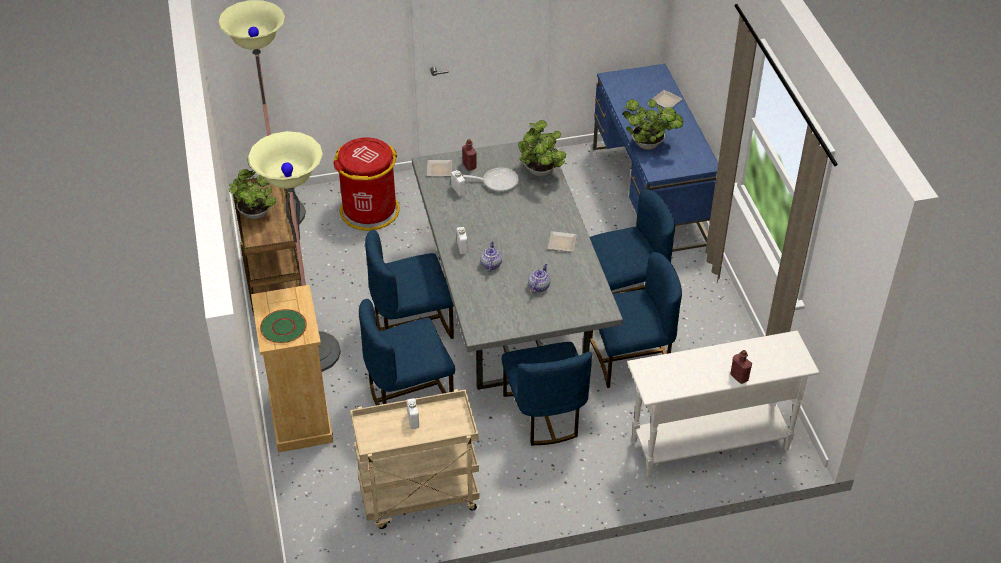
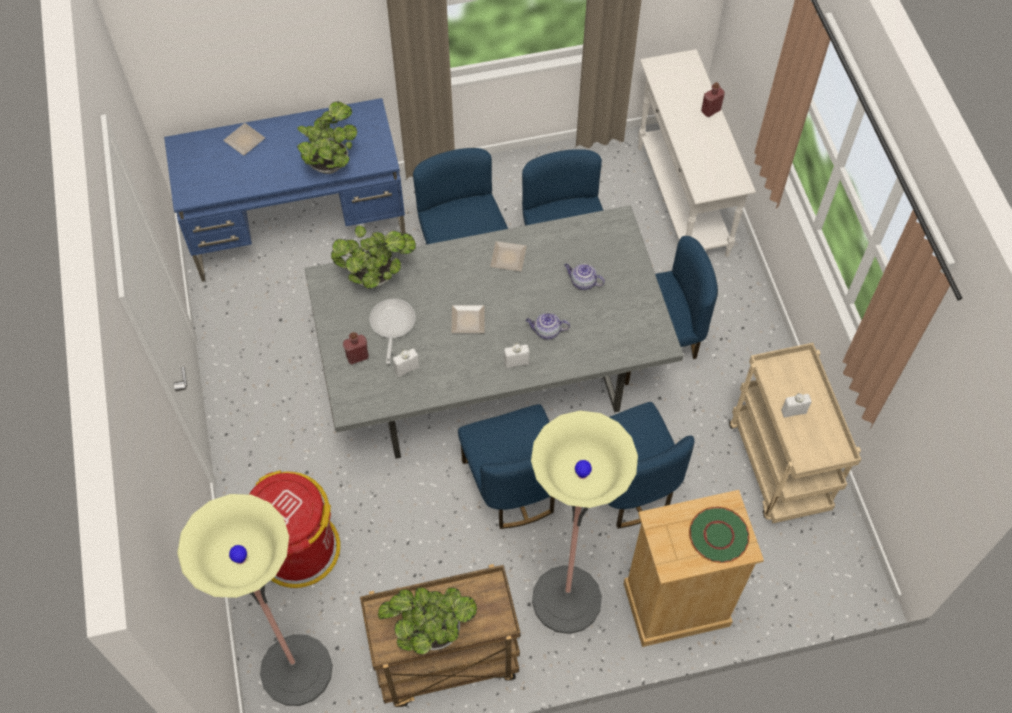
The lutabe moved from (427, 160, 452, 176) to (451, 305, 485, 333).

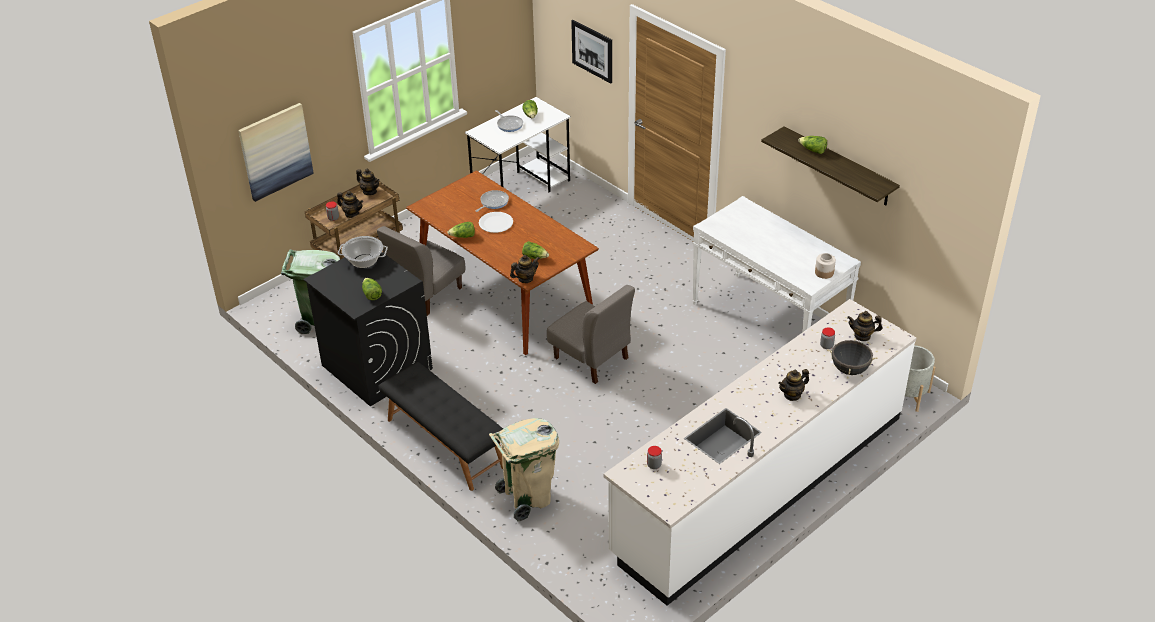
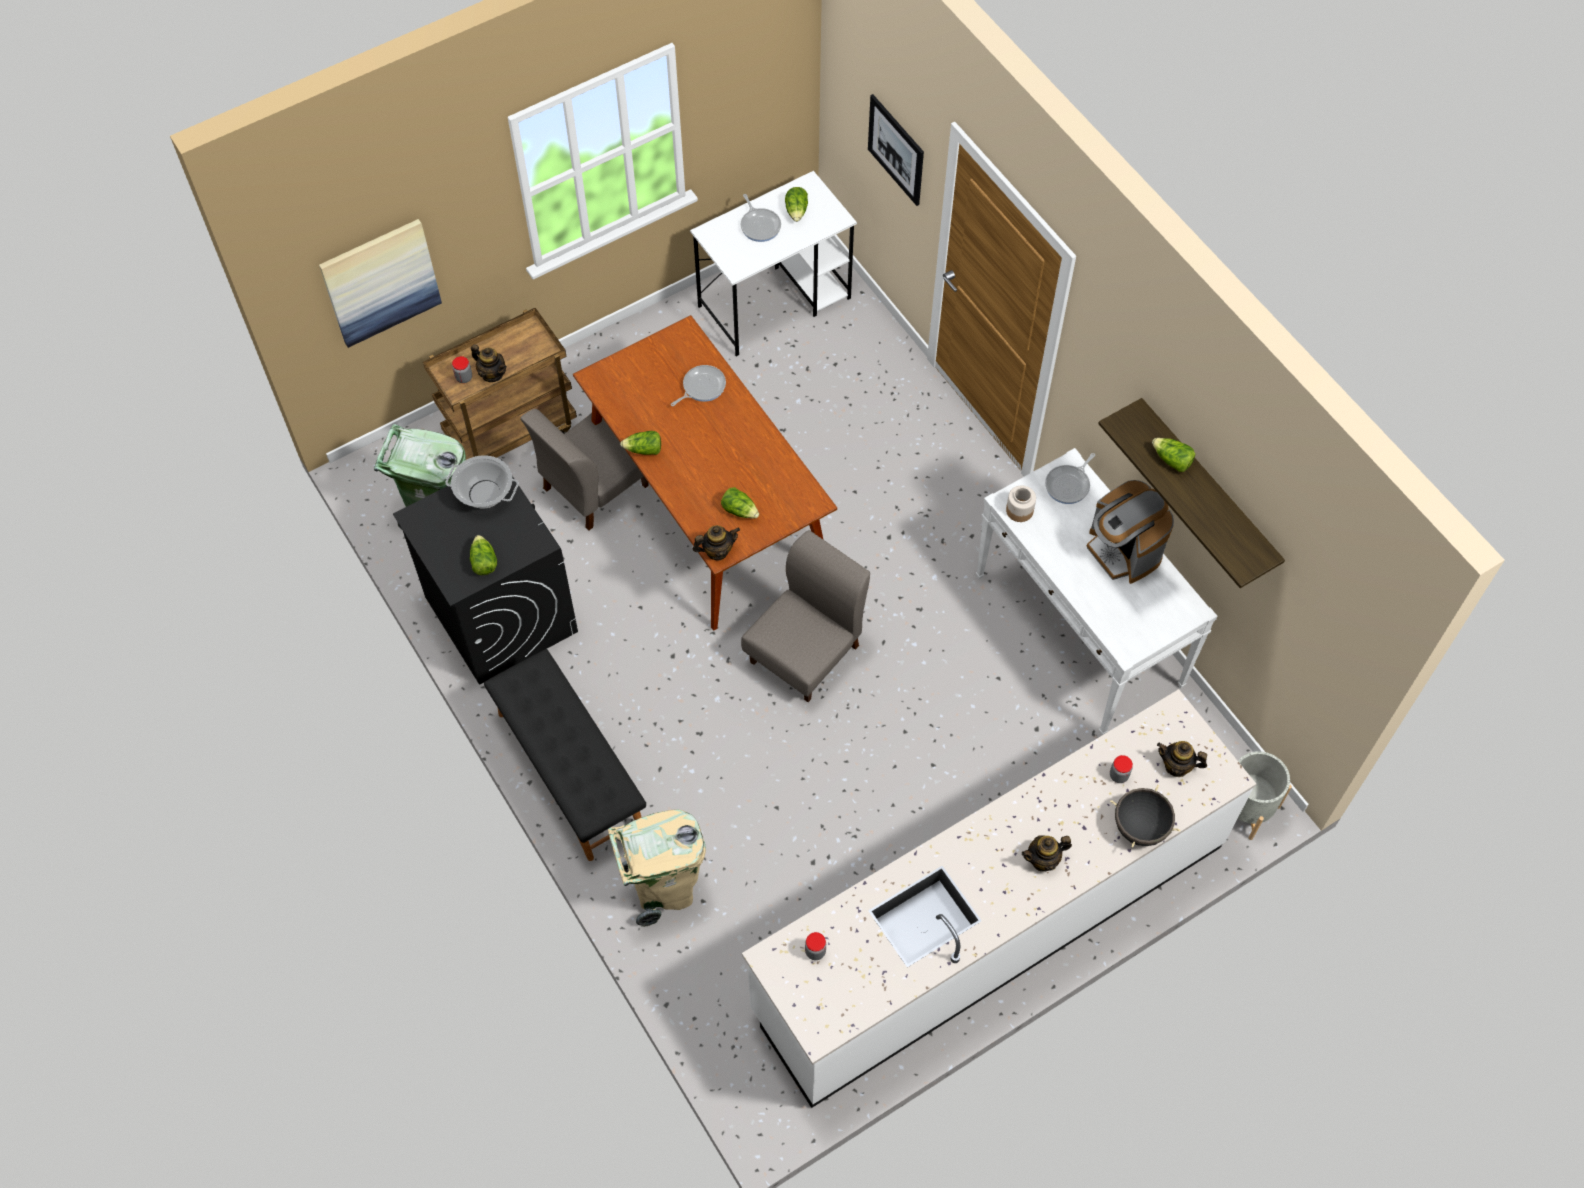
The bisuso at (356, 169, 380, 195) disappeared. The white_lutabe at (479, 212, 513, 233) disappeared. The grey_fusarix at (547, 285, 635, 384) turned 105 degrees counterclockwise. The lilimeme moved from (815, 253, 836, 279) to (1006, 486, 1036, 522). The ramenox at (1045, 453, 1095, 504) appeared. The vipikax at (1087, 480, 1174, 584) appeared.

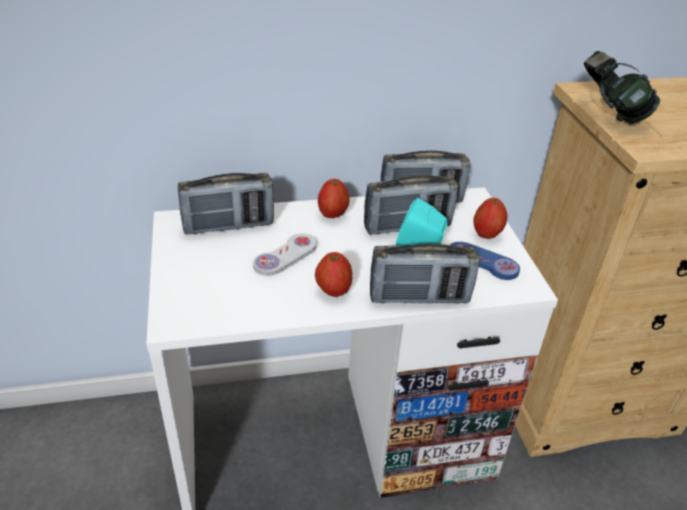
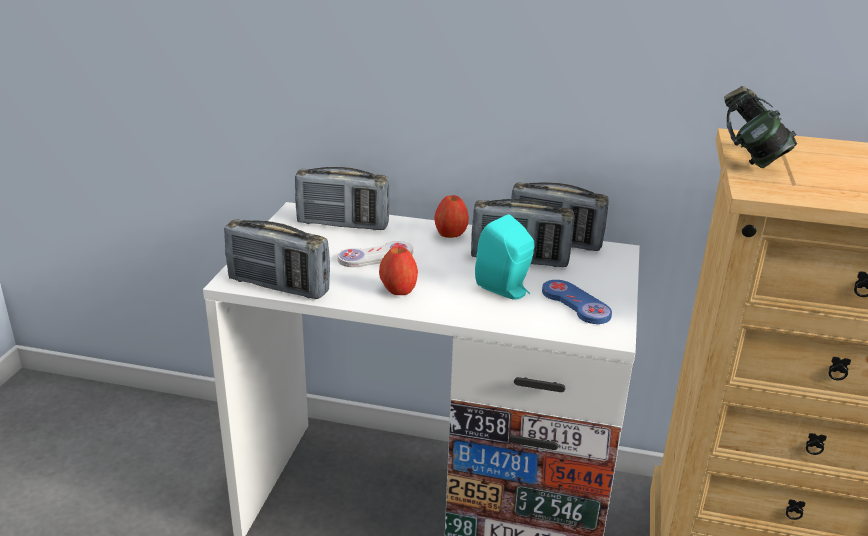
The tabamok moved from (370, 244, 480, 304) to (224, 219, 330, 299). The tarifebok at (473, 198, 508, 239) disappeared.

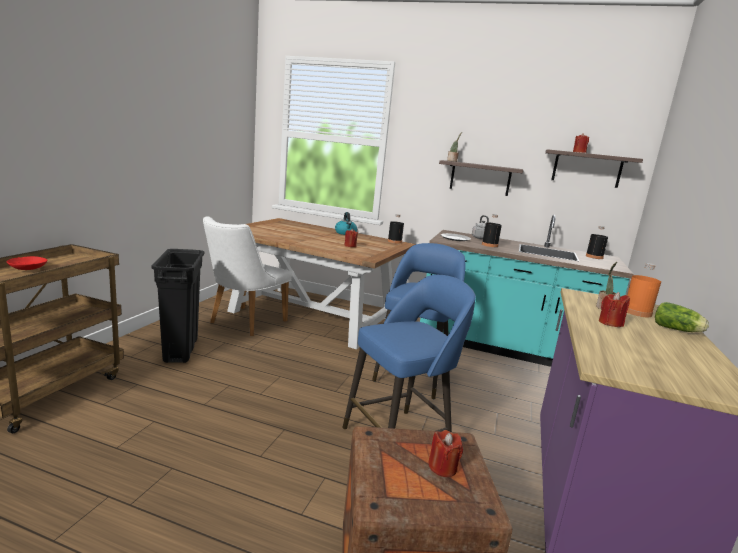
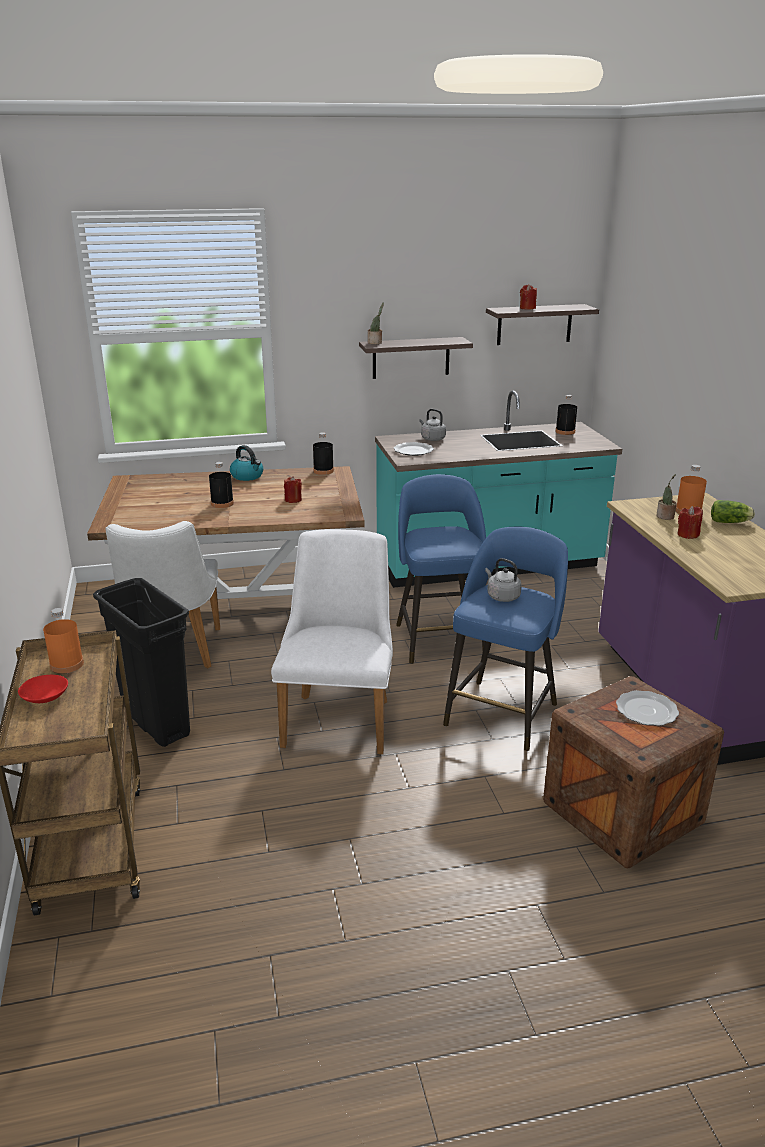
The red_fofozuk at (428, 430, 463, 477) was replaced by the lutabe at (616, 690, 679, 726). The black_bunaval moved from (482, 214, 502, 247) to (209, 462, 234, 508). The orange_bunaval at (43, 608, 84, 674) appeared. The white_fusarix at (271, 529, 393, 754) appeared. The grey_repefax at (485, 558, 522, 602) appeared.

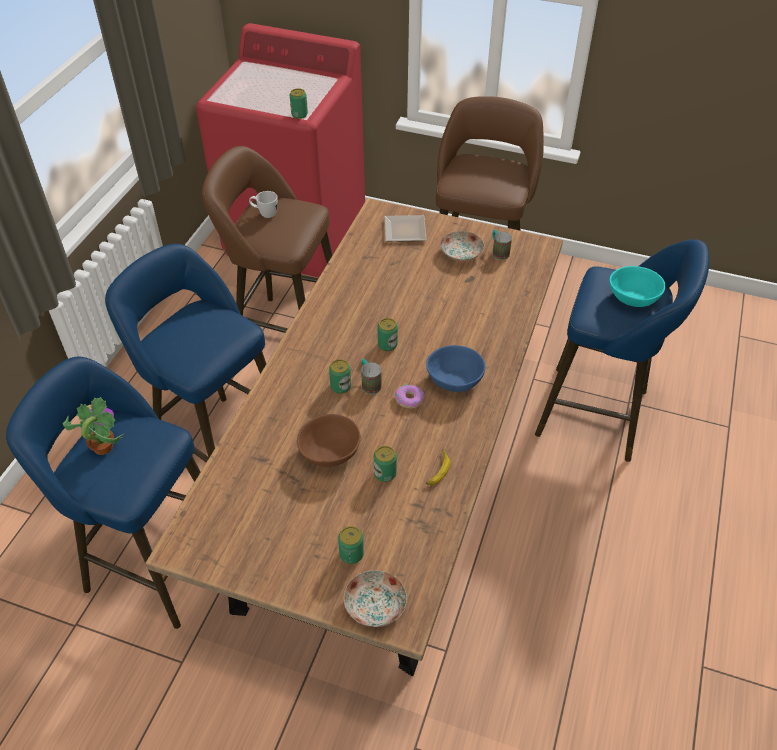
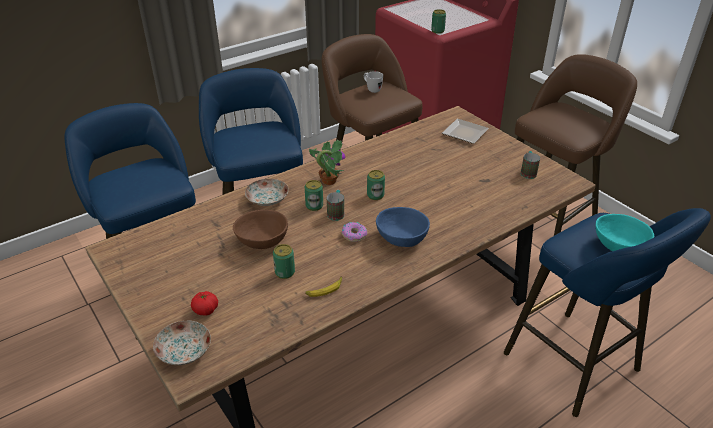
The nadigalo moved from (63, 397, 125, 455) to (309, 140, 345, 185). The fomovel at (338, 526, 364, 564) was replaced by the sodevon at (191, 291, 218, 316). The lutabe moved from (441, 231, 484, 261) to (245, 179, 288, 206).

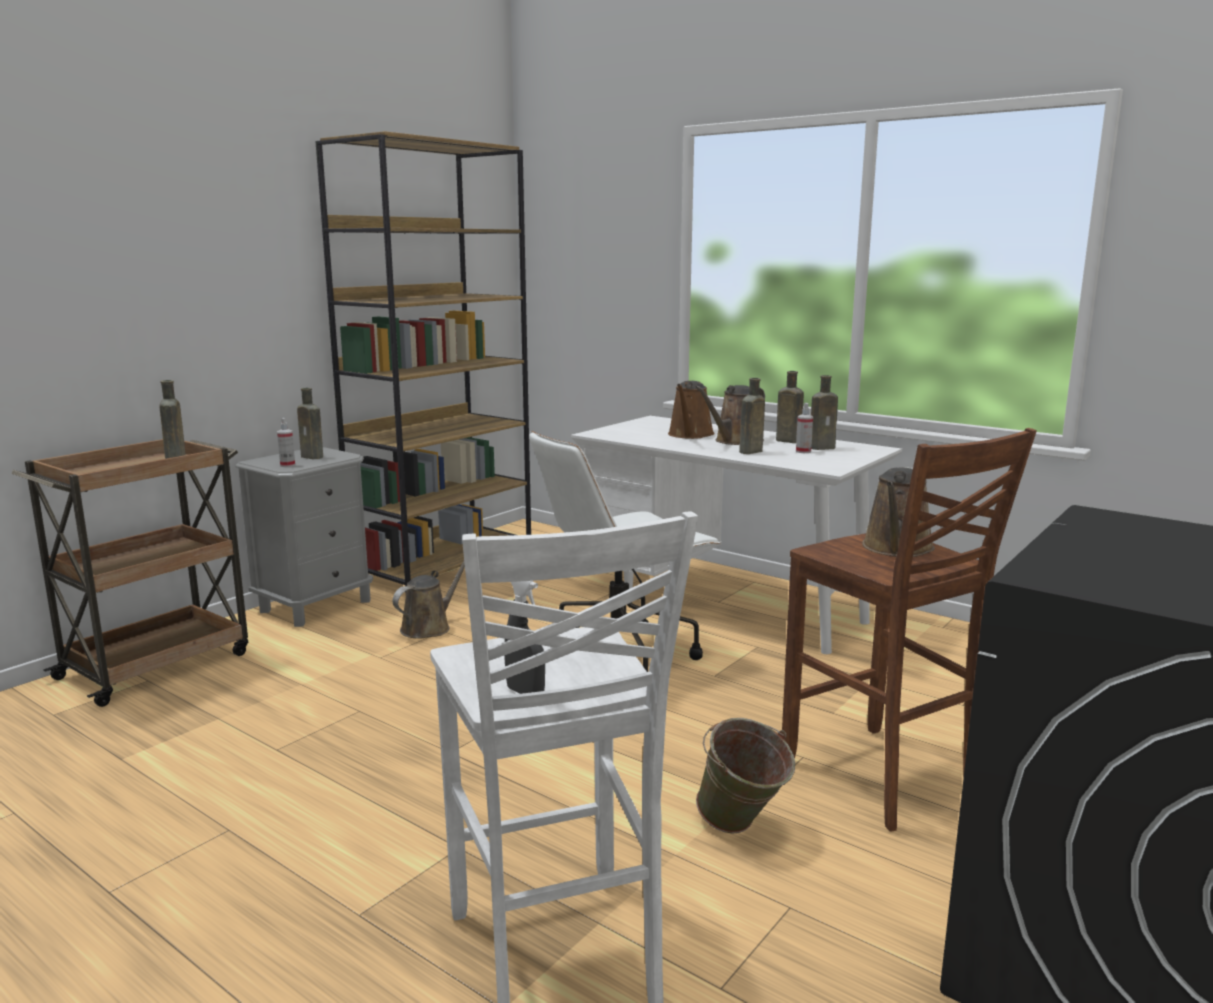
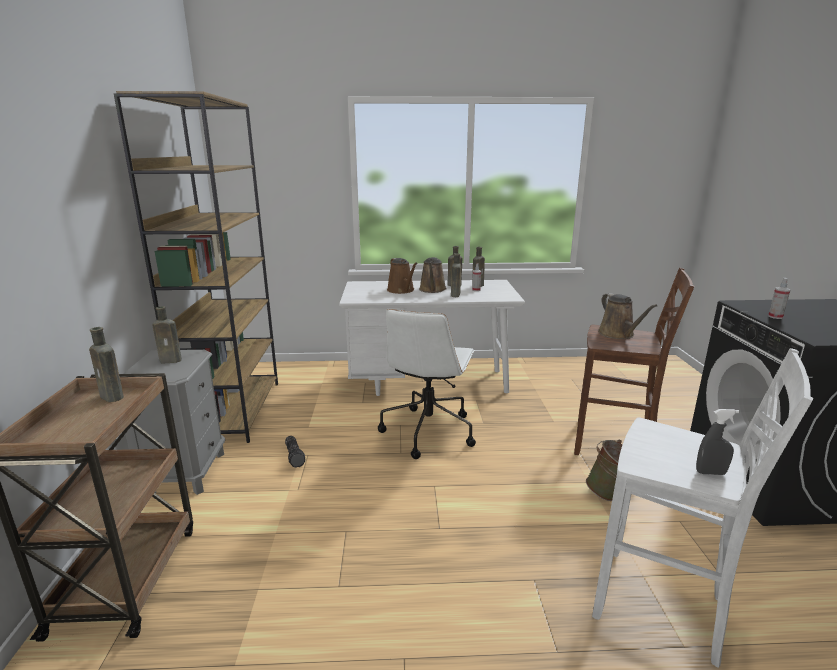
The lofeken moved from (277, 418, 295, 467) to (768, 278, 790, 319). The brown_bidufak at (393, 561, 465, 639) was replaced by the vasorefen at (285, 436, 305, 468).

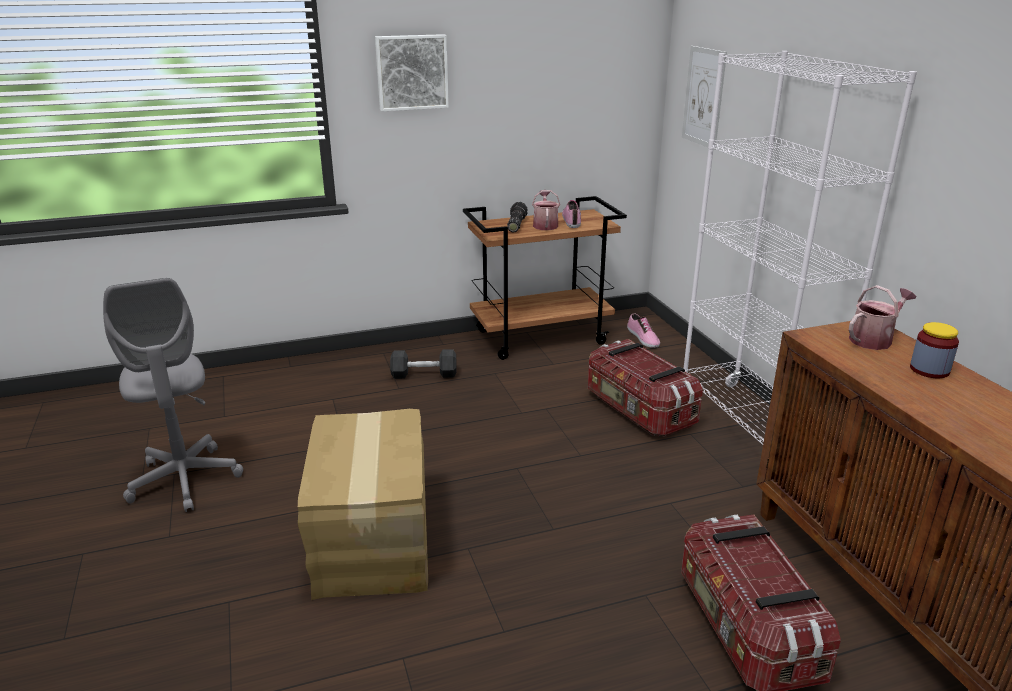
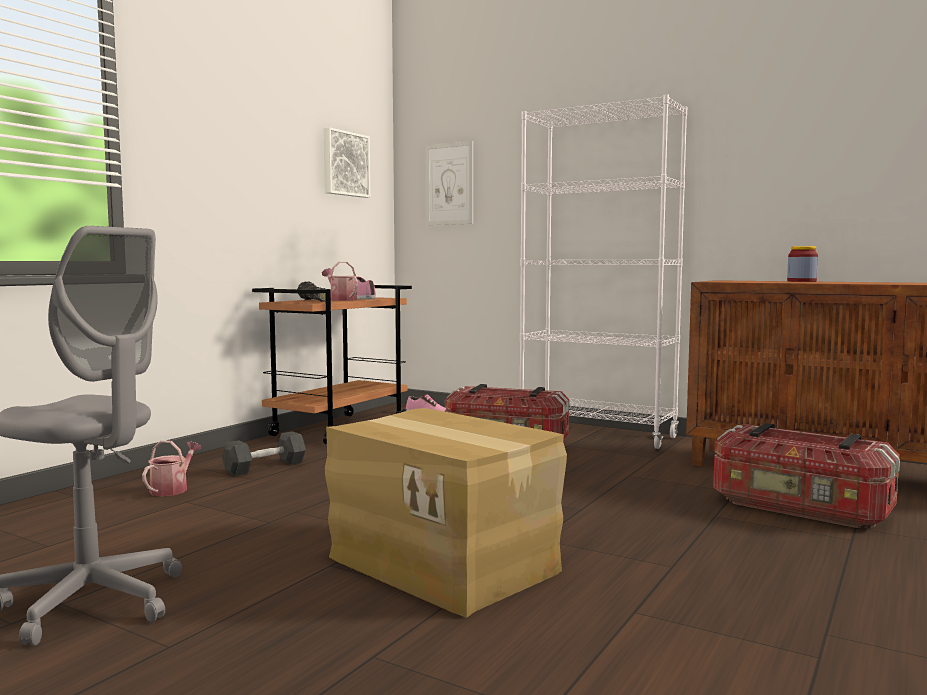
The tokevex moved from (375, 34, 449, 111) to (323, 127, 370, 198). The bidufak moved from (849, 285, 917, 350) to (142, 440, 201, 496).

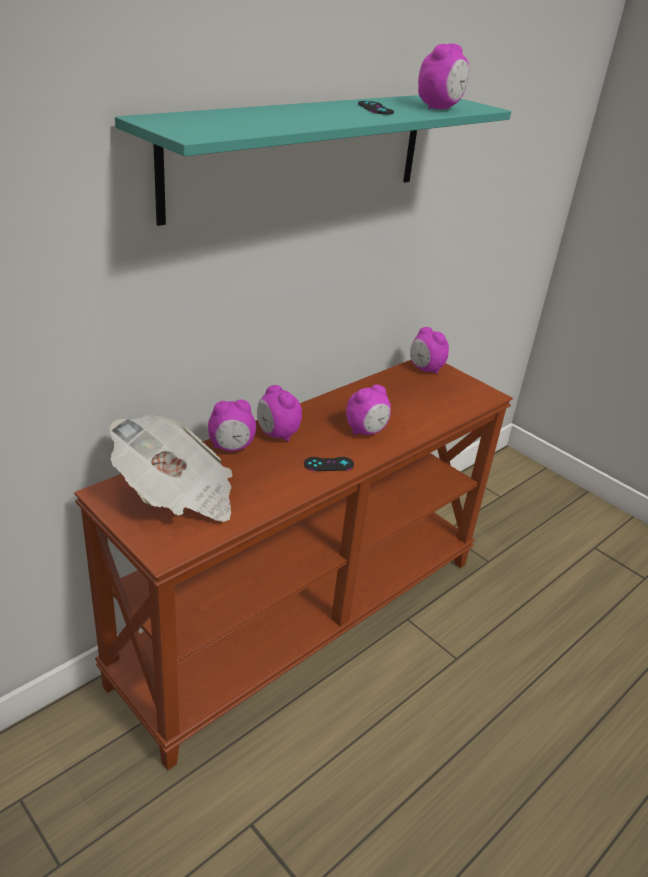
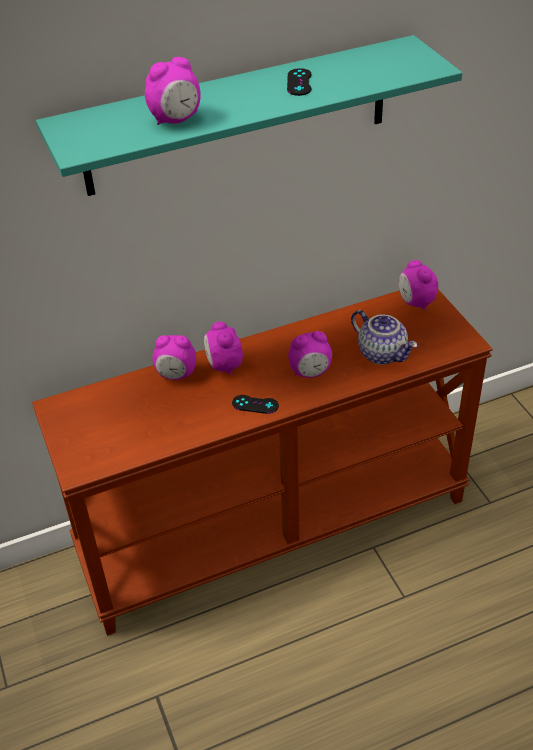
The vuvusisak at (110, 415, 233, 522) disappeared. The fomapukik moved from (418, 43, 469, 109) to (145, 57, 201, 125). The bisuso at (351, 310, 417, 365) appeared.

